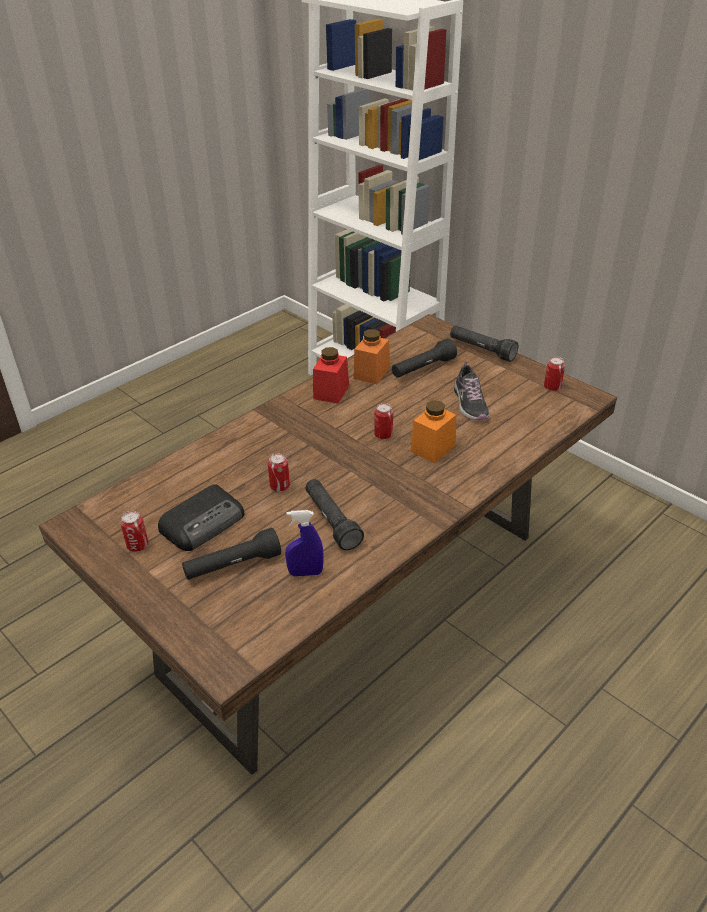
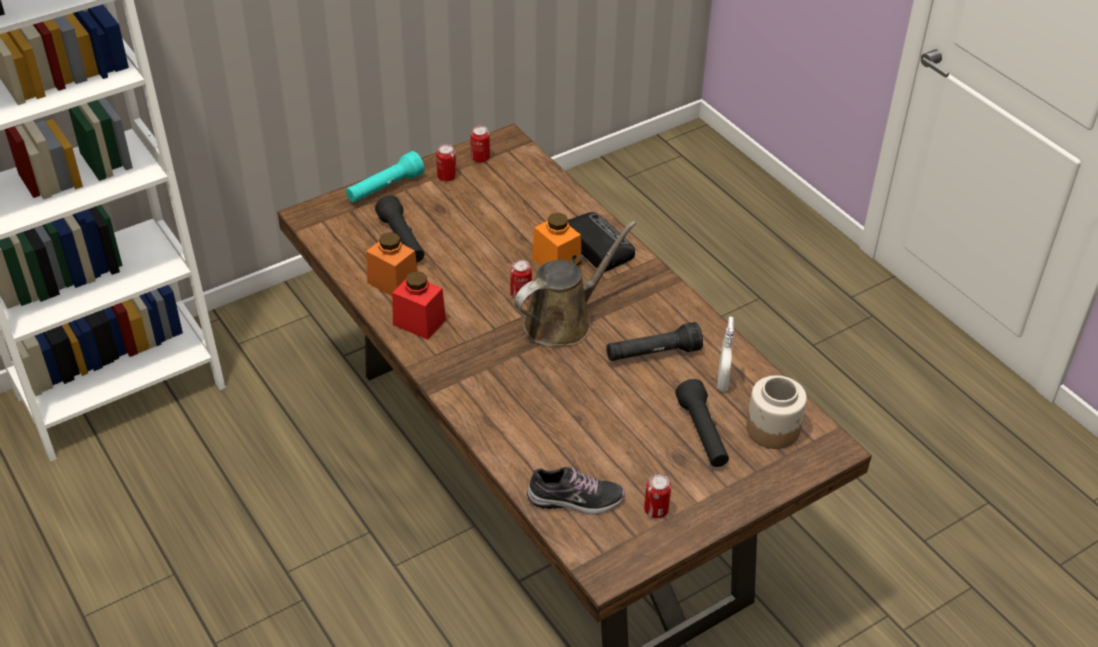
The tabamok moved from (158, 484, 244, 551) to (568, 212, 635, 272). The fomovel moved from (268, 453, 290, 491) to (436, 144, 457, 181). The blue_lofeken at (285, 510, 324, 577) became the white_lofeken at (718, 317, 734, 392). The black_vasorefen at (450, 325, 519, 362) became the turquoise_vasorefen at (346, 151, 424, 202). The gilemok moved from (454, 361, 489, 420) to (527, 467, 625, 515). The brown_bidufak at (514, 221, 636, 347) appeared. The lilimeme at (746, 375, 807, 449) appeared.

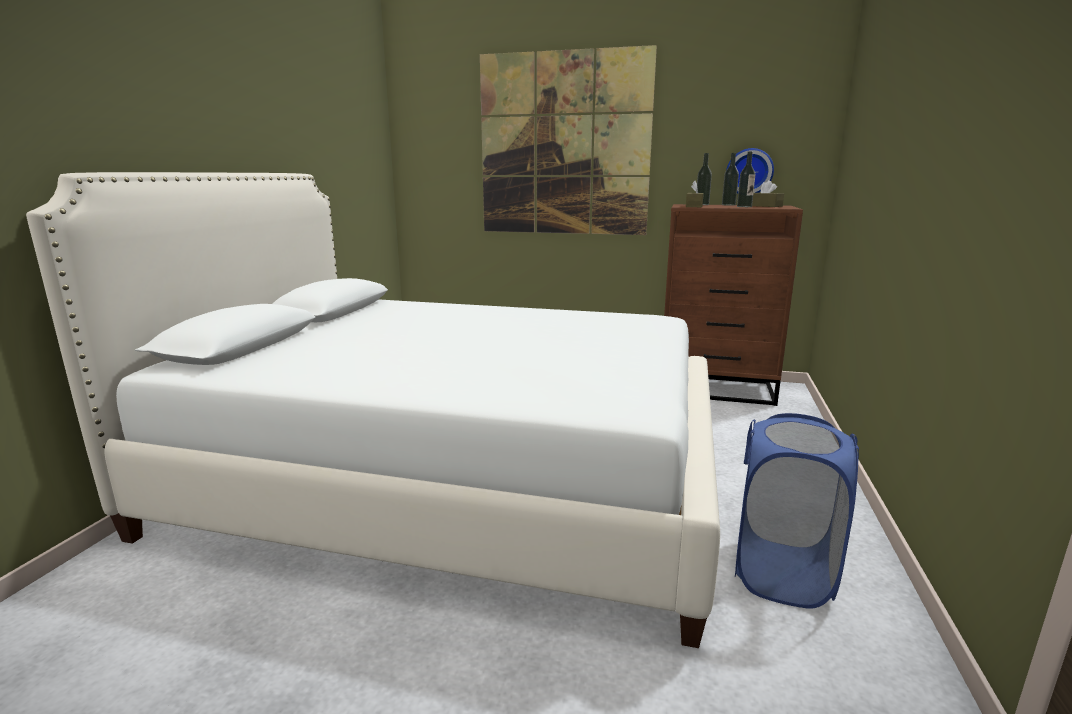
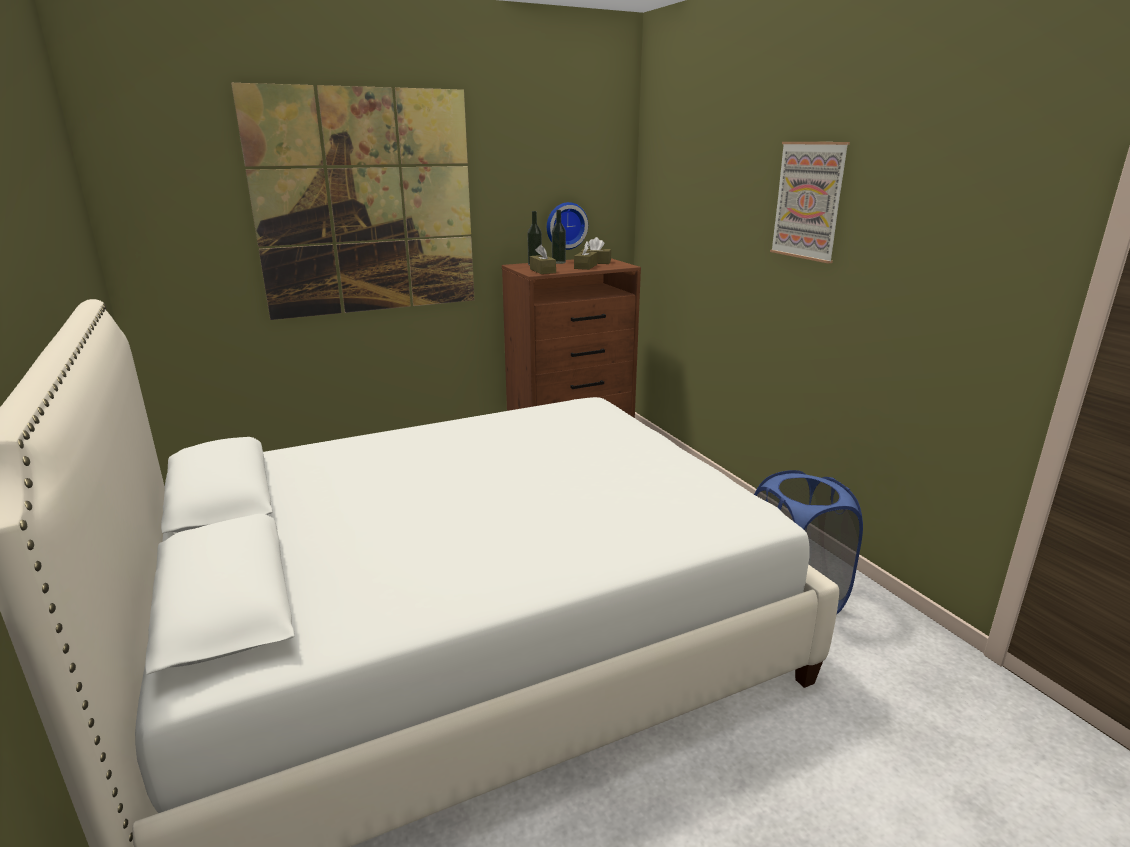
The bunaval at (737, 151, 755, 207) was replaced by the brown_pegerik at (574, 241, 597, 270). The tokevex at (770, 142, 850, 263) appeared.

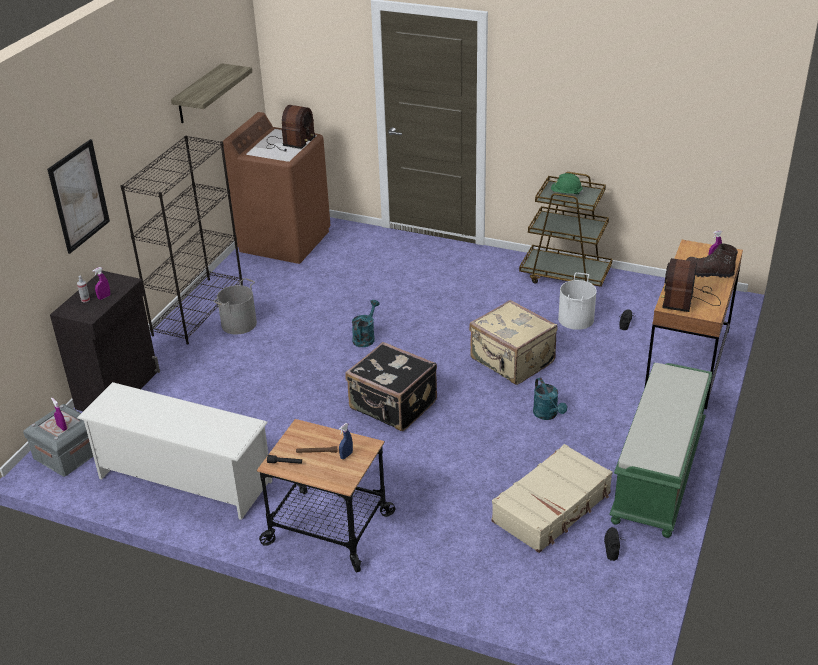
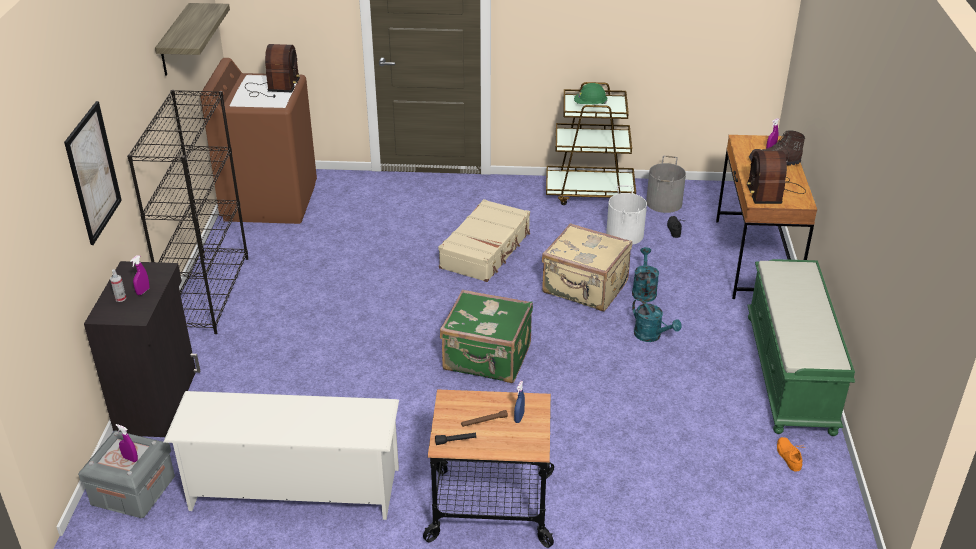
The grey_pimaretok moved from (213, 278, 257, 334) to (646, 156, 686, 213). The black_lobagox at (345, 342, 437, 431) became the green_lobagox at (440, 290, 533, 383). The turquoise_bidufak moved from (352, 300, 380, 347) to (632, 247, 659, 302). The beige_lobagox moved from (491, 444, 613, 553) to (438, 199, 530, 282). The black_gilemok at (604, 527, 624, 561) became the orange_gilemok at (777, 437, 804, 472).

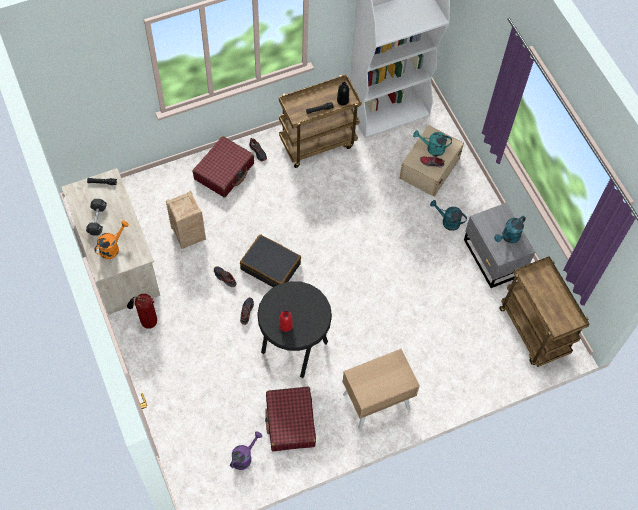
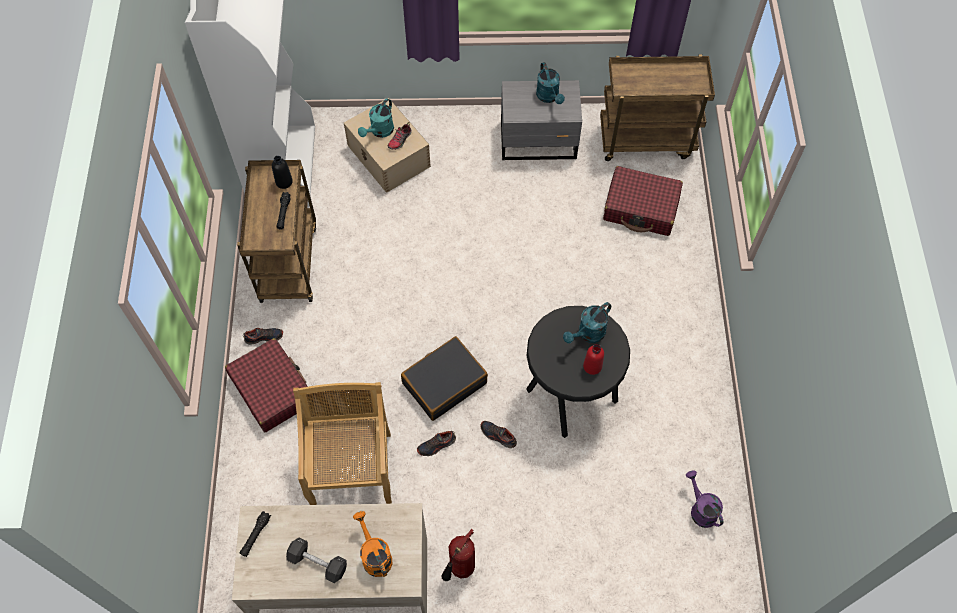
The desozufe at (166, 191, 206, 249) was replaced by the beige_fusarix at (293, 382, 392, 505). The red_lobagox moved from (265, 387, 316, 451) to (603, 166, 683, 236). The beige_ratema at (342, 349, 420, 430) disappeared. The turquoise_bidufak moved from (430, 200, 467, 231) to (563, 302, 611, 343).

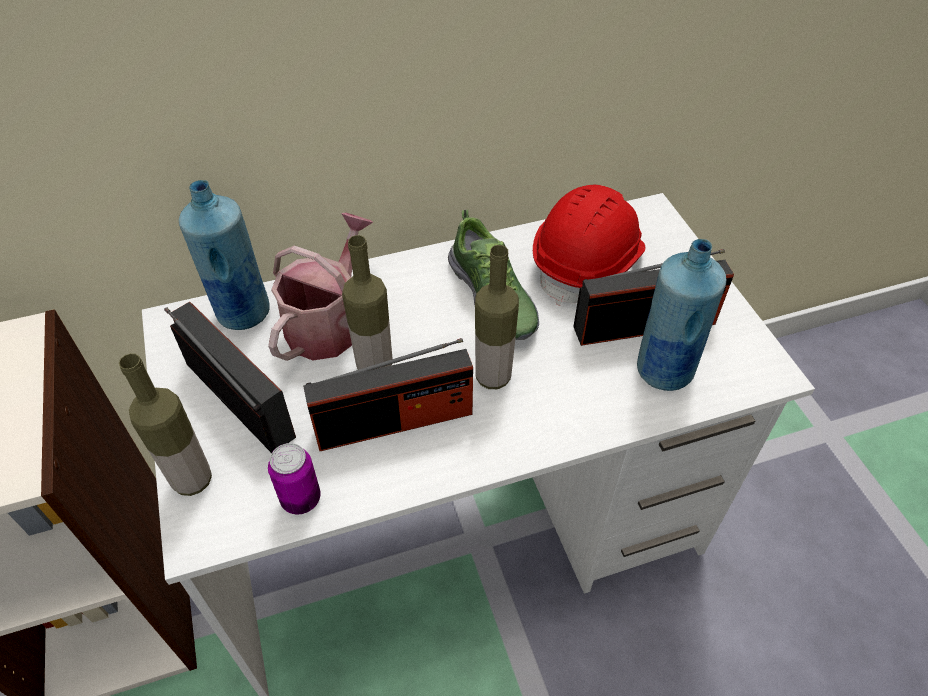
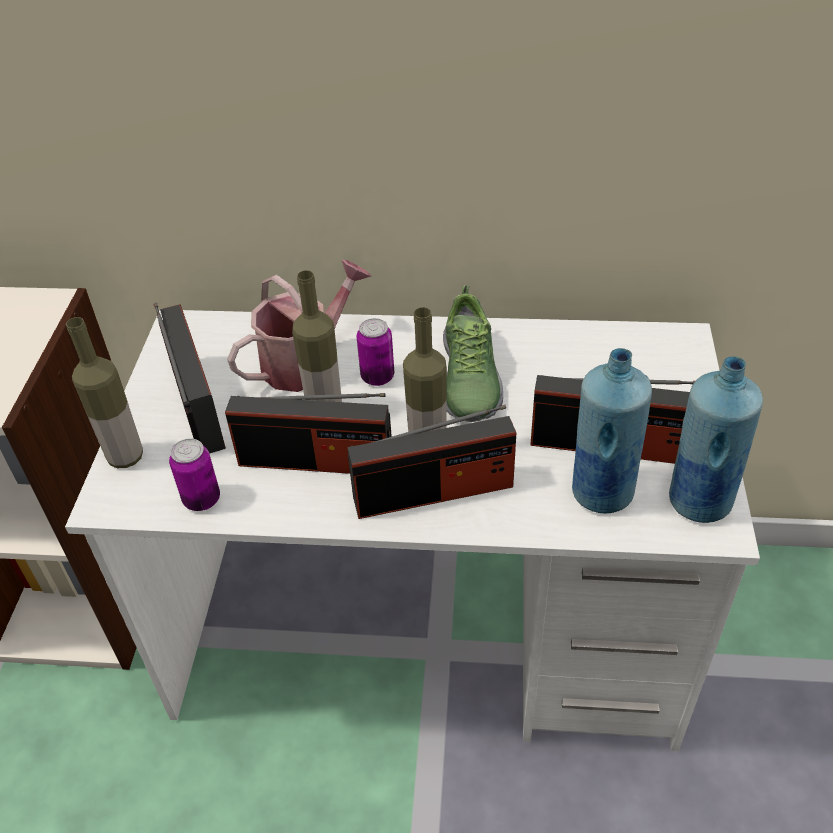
The blue_bunaval moved from (179, 180, 269, 330) to (669, 356, 763, 523). The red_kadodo at (533, 185, 645, 306) disappeared. The tabamok at (347, 405, 516, 519) appeared. The fomovel at (356, 318, 394, 386) appeared.

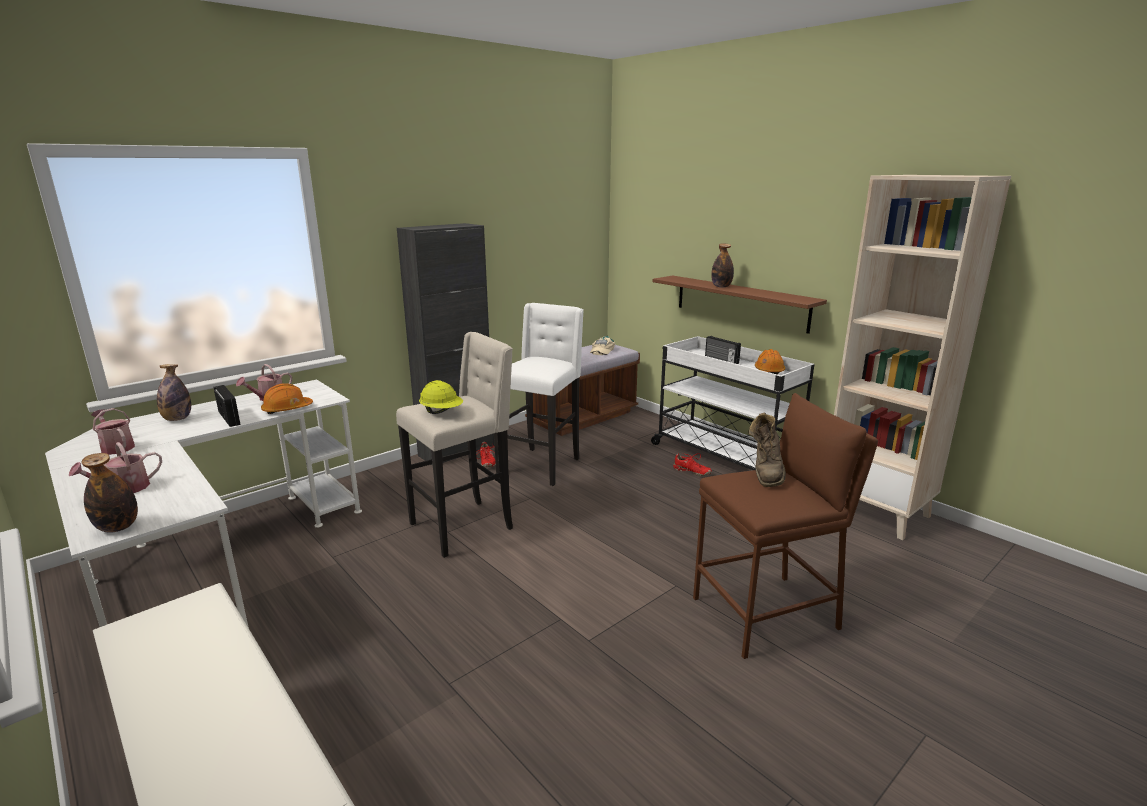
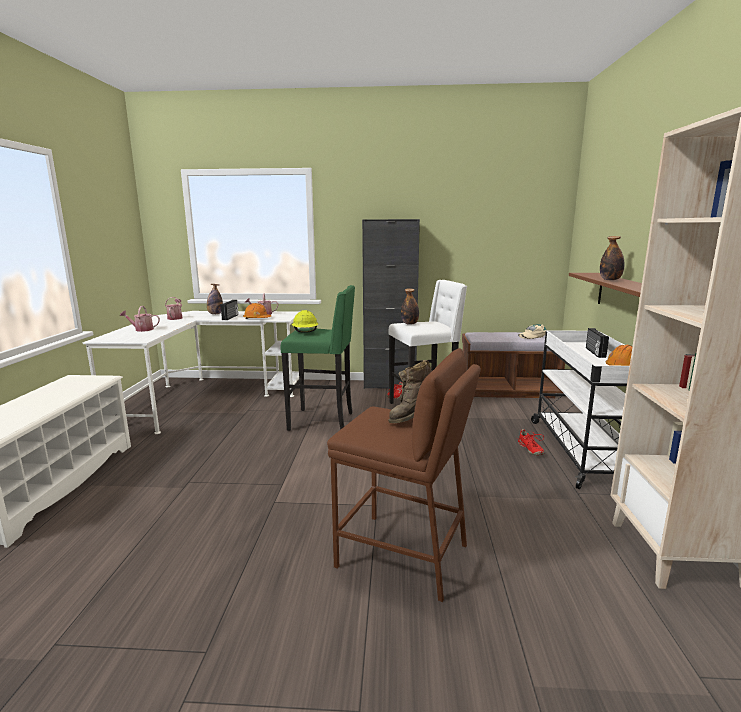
The bunaval moved from (82, 453, 138, 533) to (401, 288, 419, 325). The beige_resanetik at (396, 332, 513, 558) became the green_resanetik at (281, 285, 355, 431).

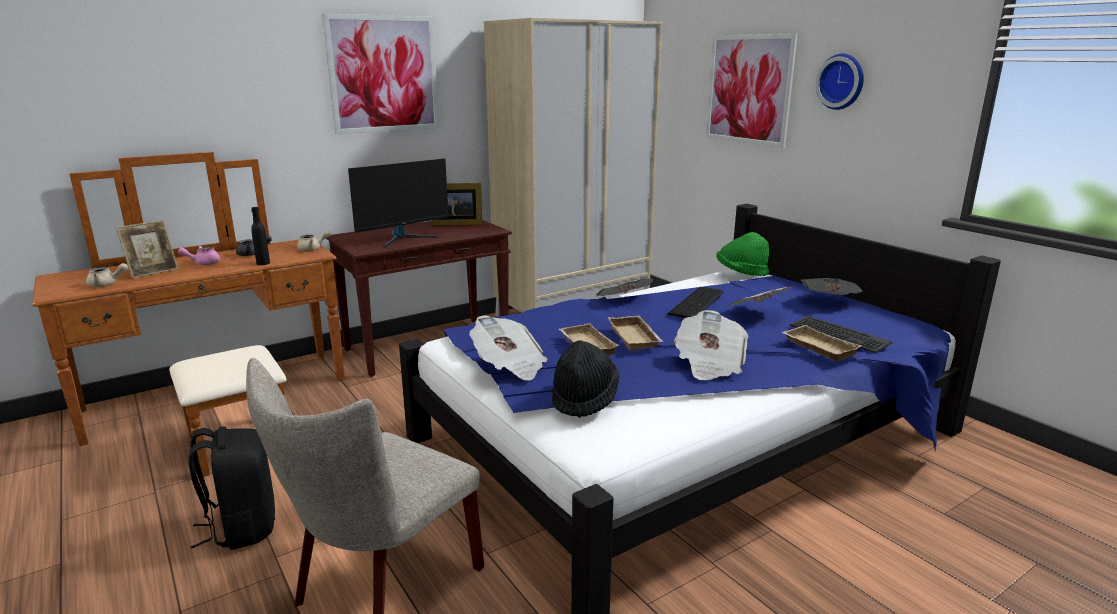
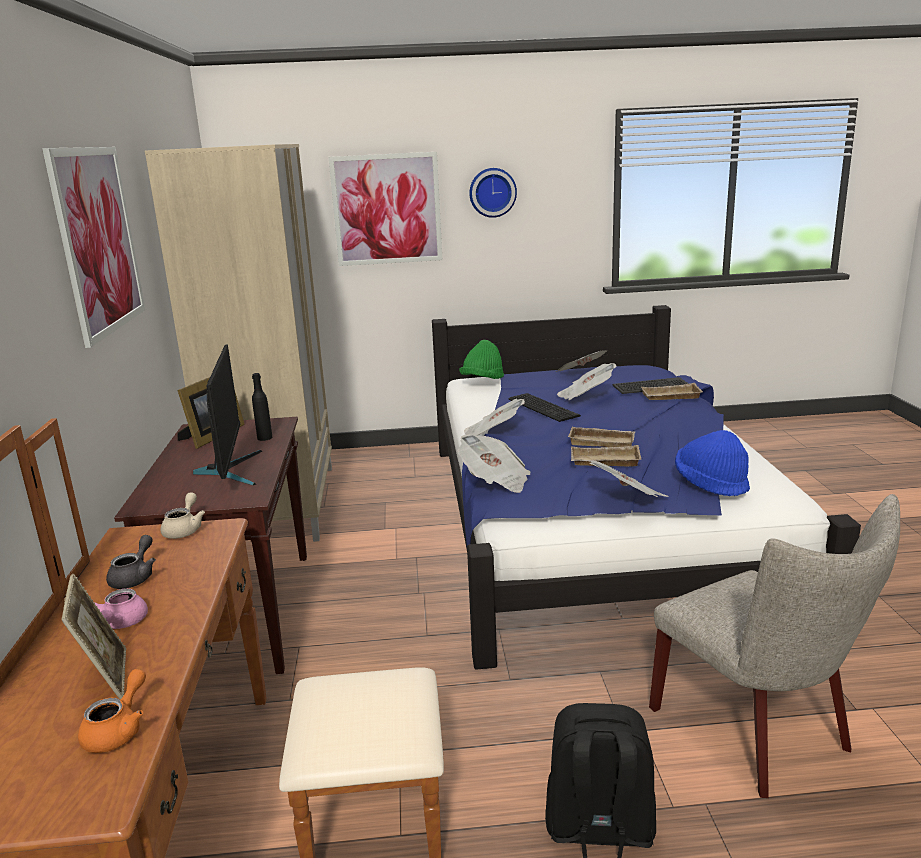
The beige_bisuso at (86, 263, 128, 287) became the orange_bisuso at (78, 669, 146, 753). The black_bunaval moved from (251, 207, 270, 265) to (252, 373, 272, 441). The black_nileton at (552, 340, 619, 418) became the blue_nileton at (675, 430, 750, 496). The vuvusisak moved from (674, 310, 748, 380) to (457, 434, 531, 493).

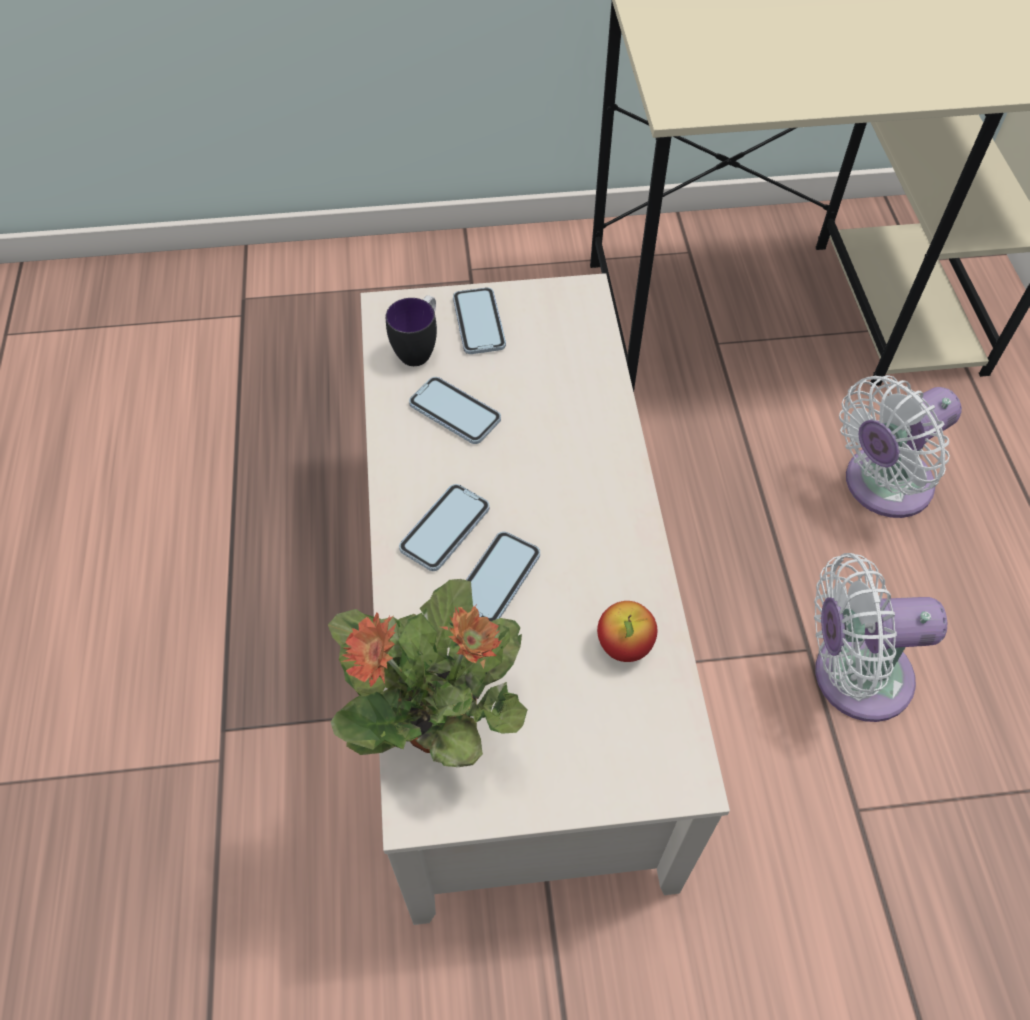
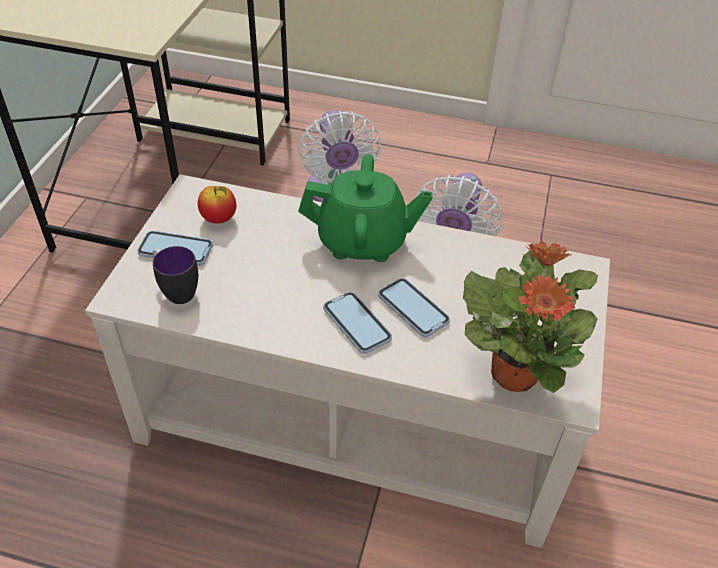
The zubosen at (409, 377, 501, 444) disappeared. The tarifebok moved from (597, 601, 657, 662) to (198, 186, 236, 224). The green_bisuso at (298, 154, 433, 262) appeared.

